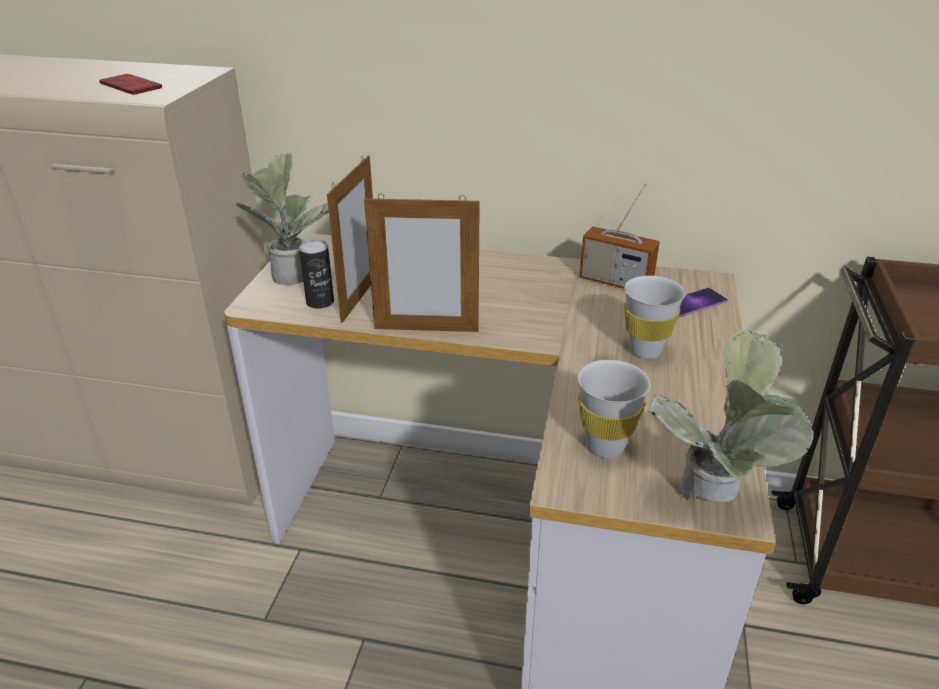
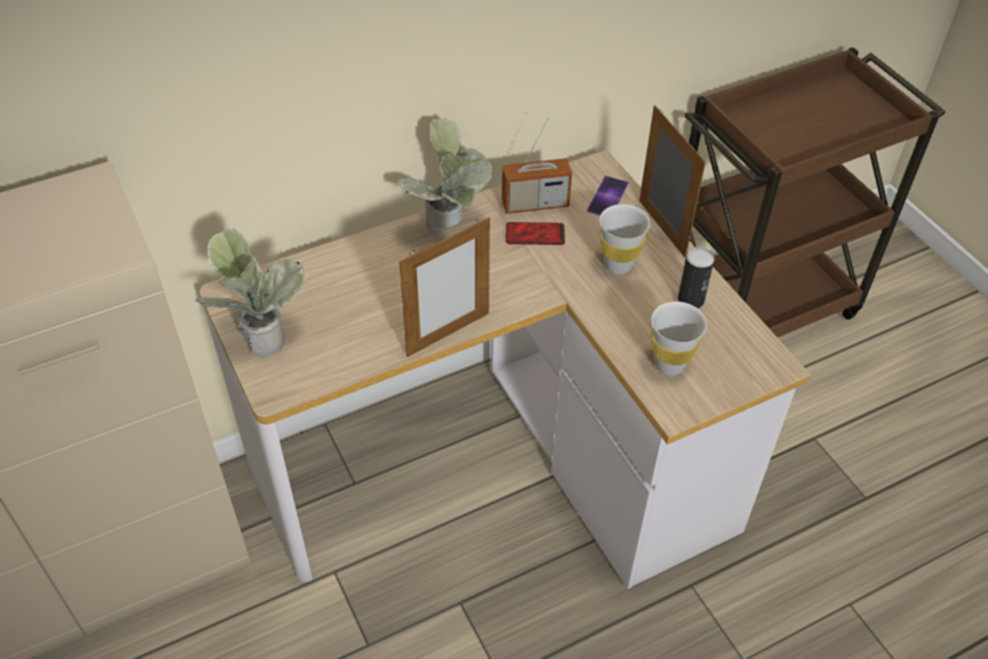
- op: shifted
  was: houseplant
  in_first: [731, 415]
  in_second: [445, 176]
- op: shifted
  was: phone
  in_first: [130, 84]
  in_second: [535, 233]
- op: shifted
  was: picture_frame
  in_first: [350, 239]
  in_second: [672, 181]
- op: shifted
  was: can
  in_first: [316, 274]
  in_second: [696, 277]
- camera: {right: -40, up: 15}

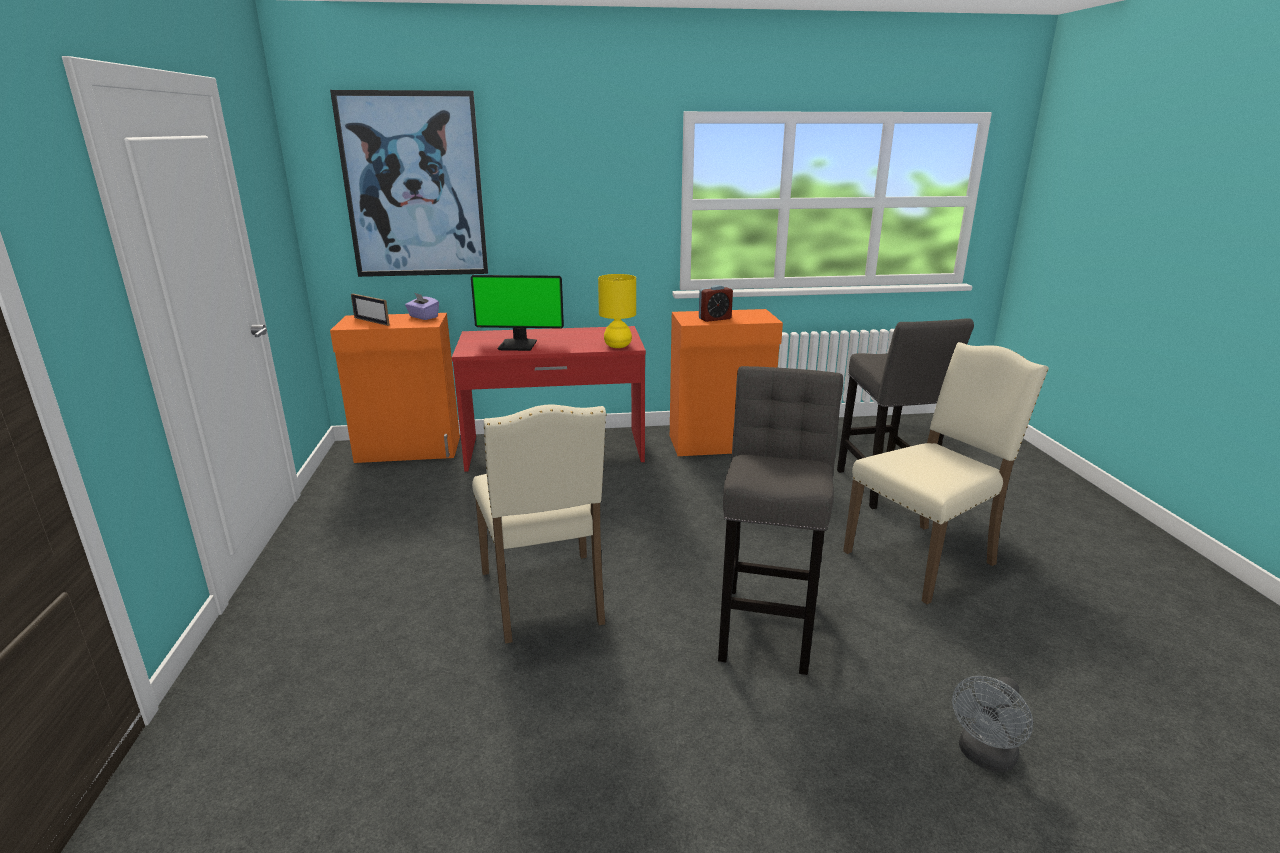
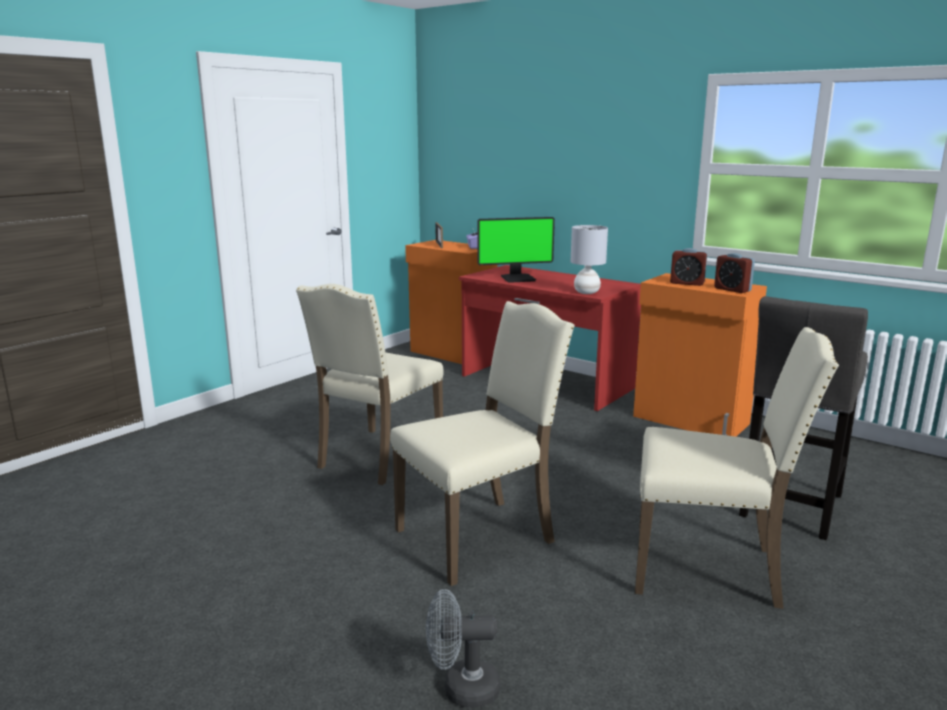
- op: swapped
  was: greyish_stool_seat
  now: beige_upright_chair
  in_first: [780, 520]
  in_second: [482, 443]
- op: rotated
  was: computer_display
  in_first: [517, 313]
  in_second: [516, 250]
  clockwise: -60
- op: repainted
  was: yellow-coloured_table_lamp
  now: greyish_table_lamp
  in_first: [617, 311]
  in_second: [589, 259]
- op: new
  now: table_clock
  in_second: [734, 273]
- op: gone
  was: wall_picture
  in_first: [409, 183]
- camera: {right: 45, up: -5}

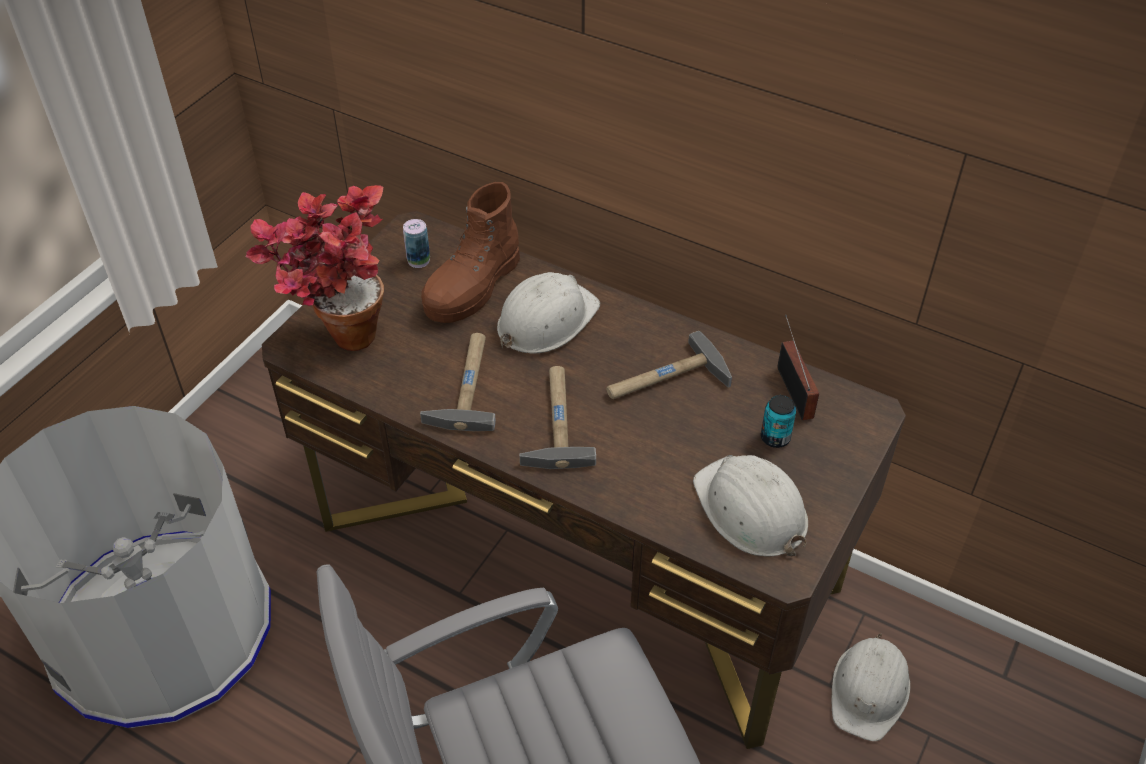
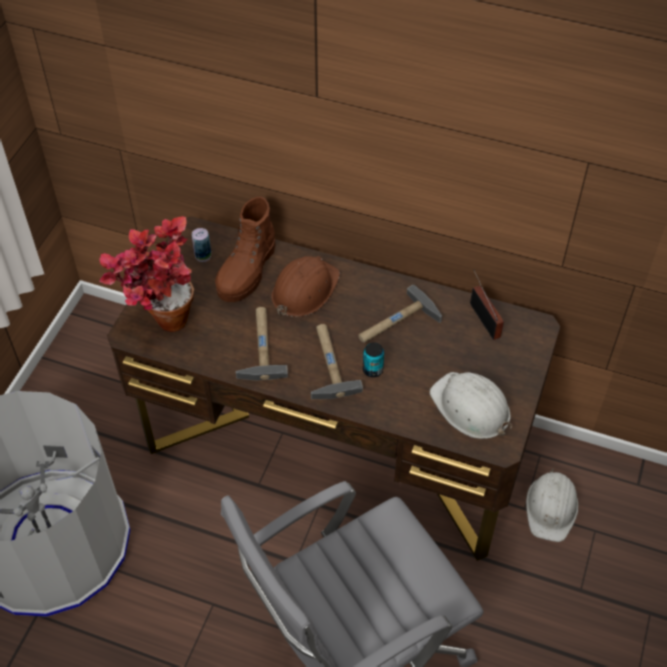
- op: repainted
  was: white-coloured_hard_hat
  now: brown-coloured_hard_hat
  in_first: [548, 312]
  in_second: [306, 286]
- op: shifted
  was: can
  in_first: [778, 421]
  in_second: [373, 359]
- camera: {right: -10, up: 5}

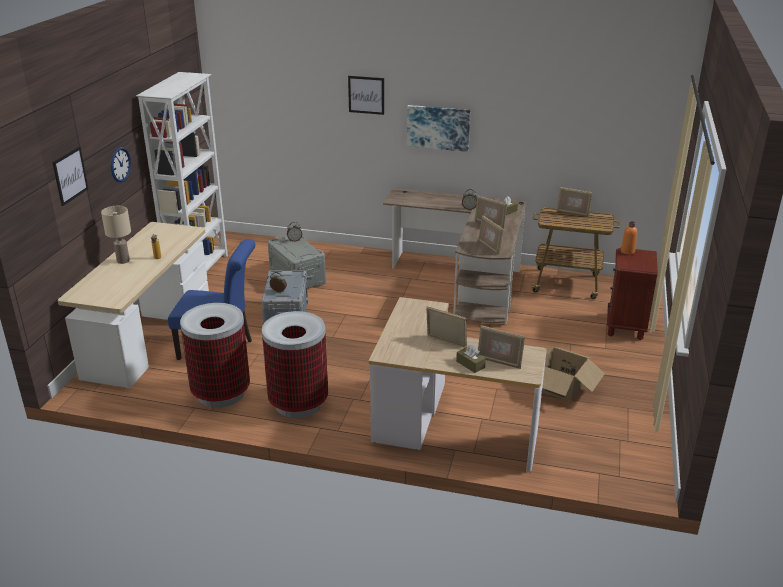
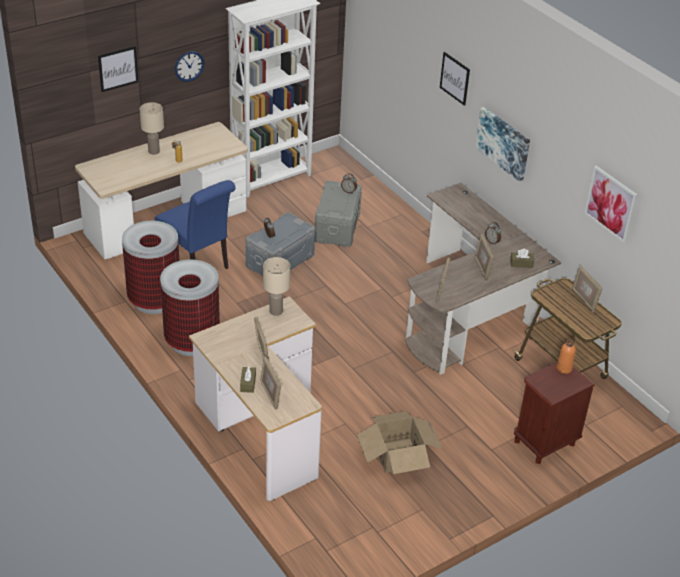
- op: new
  now: beige_table_lamp
  in_second: [276, 286]
- op: new
  now: wall_picture
  in_second: [611, 204]
- camera: {right: 40, up: 10}

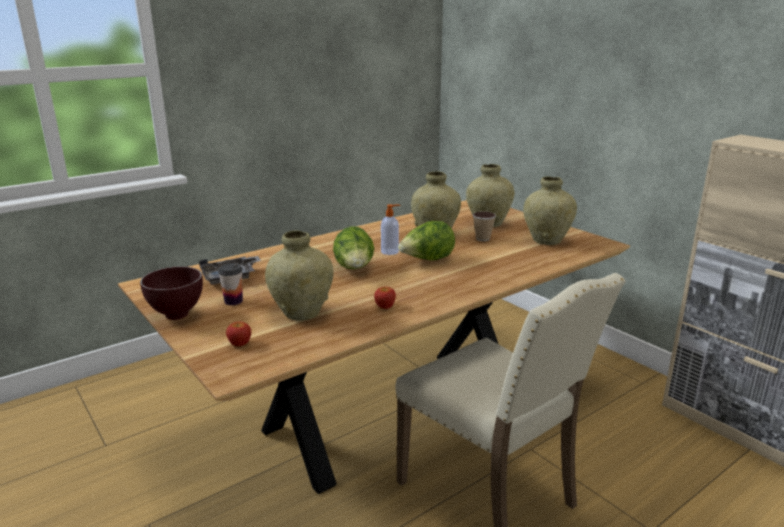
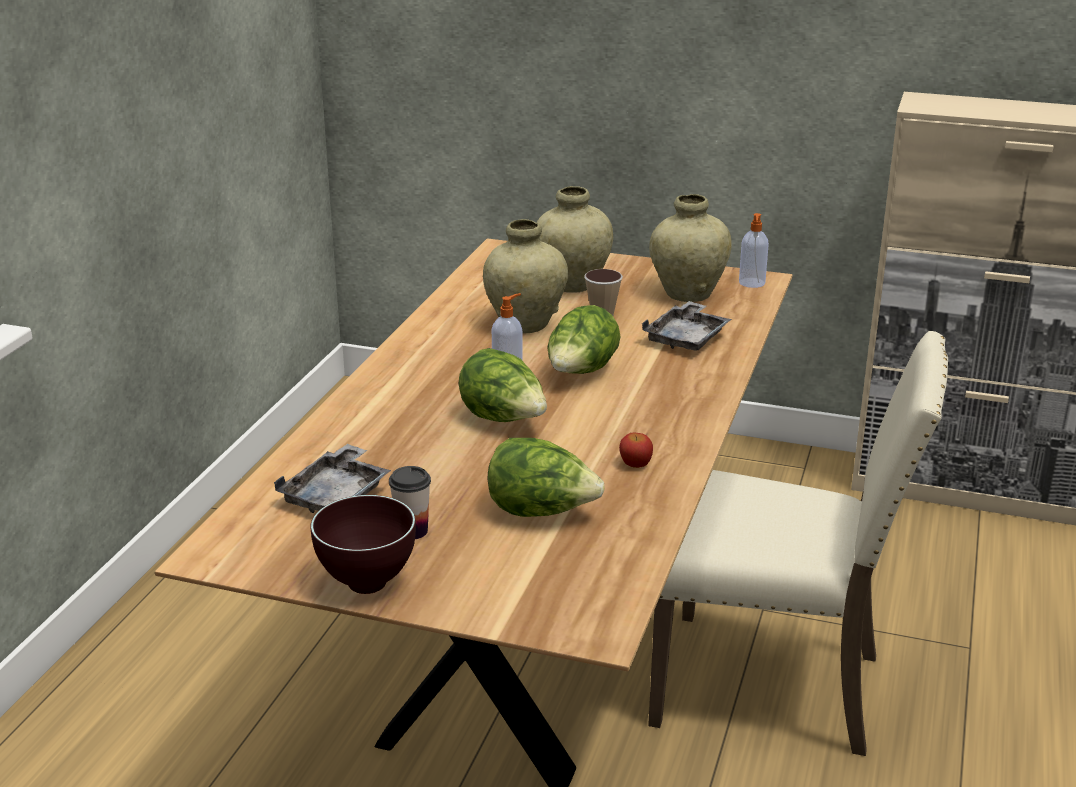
- op: swapped
  was: beige_flower_vase
  now: lettuce_head
  in_first: [299, 276]
  in_second: [546, 477]
- op: new
  now: greyish_carrying_tray
  in_second: [687, 326]
- op: new
  now: liquid_soap_bottle
  in_second: [754, 250]
- op: gone
  was: apple
  in_first: [238, 334]
- camera: {right: -35, up: 5}

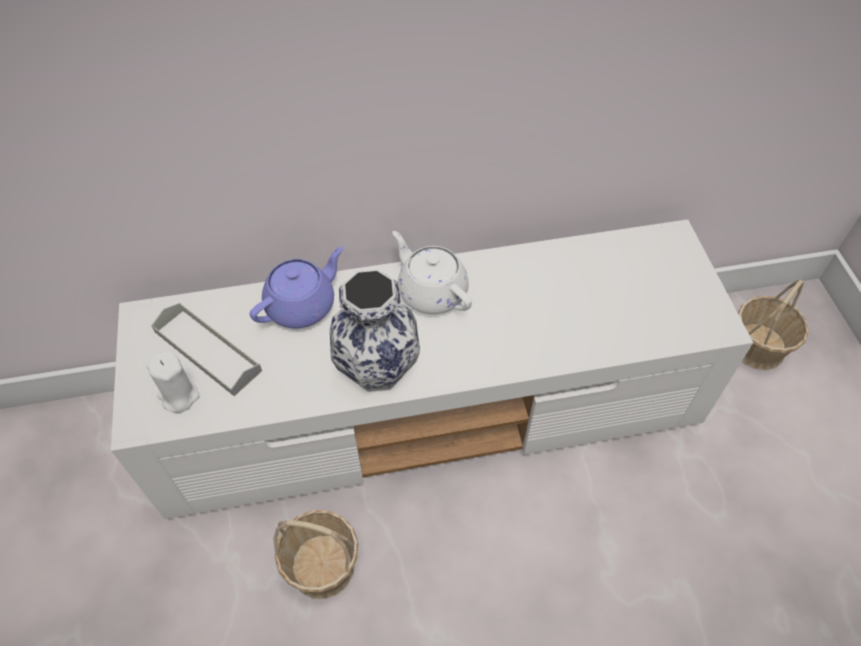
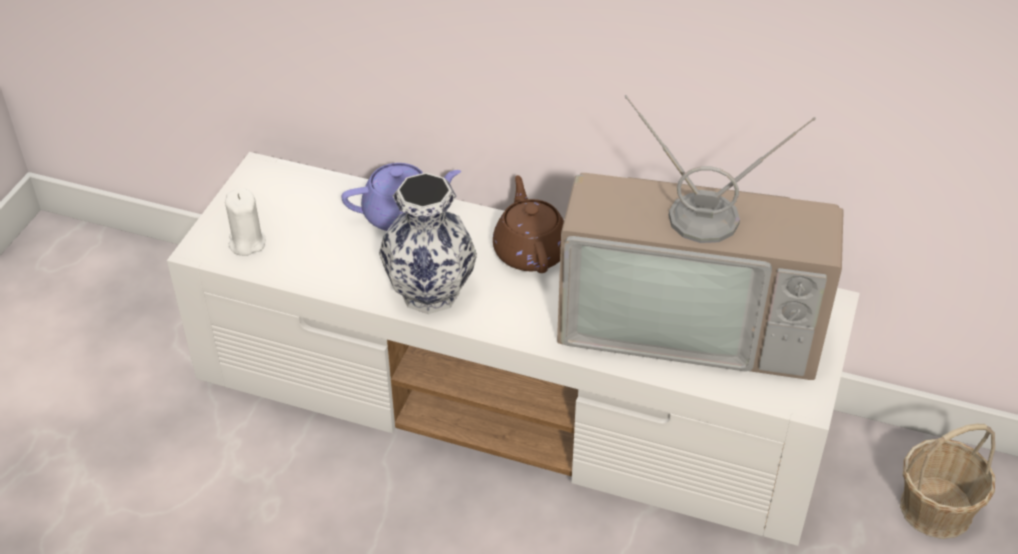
- op: repainted
  was: white-coloured_tea_pot
  now: brown-coloured_tea_pot
  in_first: [432, 272]
  in_second: [528, 224]
- op: new
  now: TV_set
  in_second: [700, 237]
- op: gone
  was: greyish_carrying_tray
  in_first: [206, 349]
- op: gone
  was: storage_basket
  in_first: [316, 554]
- camera: {right: 30, up: -10}

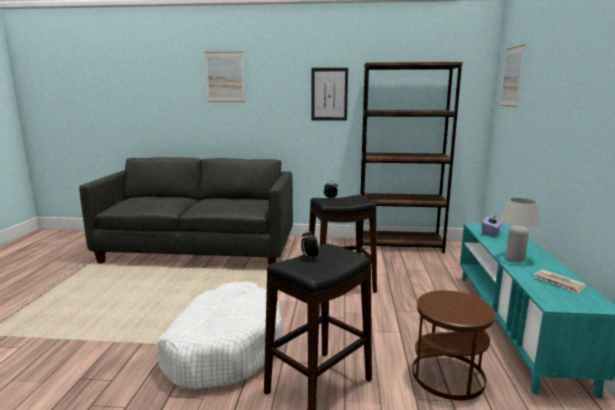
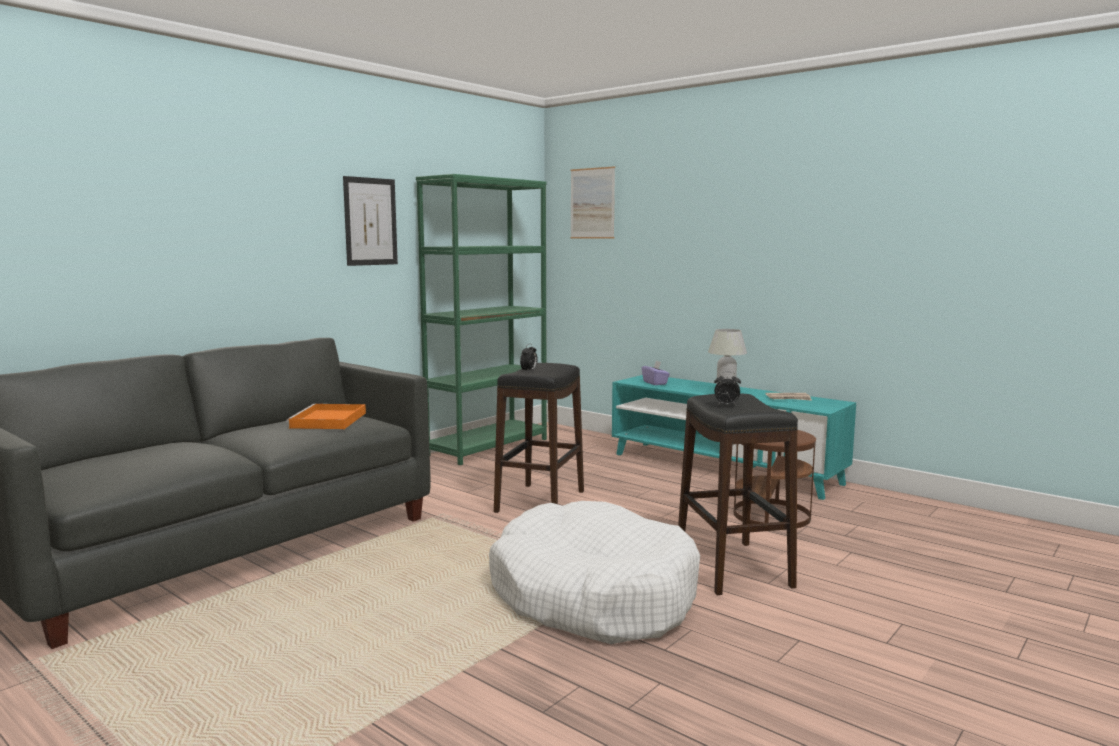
- op: new
  now: orange-coloured_carrying_tray
  in_second: [326, 416]
- op: repainted
  was: brown-coloured_bookshelf
  now: green-coloured_bookshelf
  in_first: [411, 157]
  in_second: [481, 319]
- op: gone
  was: wall_picture
  in_first: [225, 77]
- camera: {right: -55, up: -5}

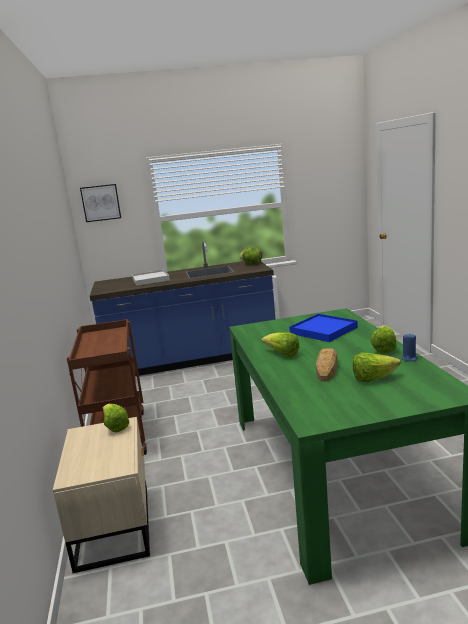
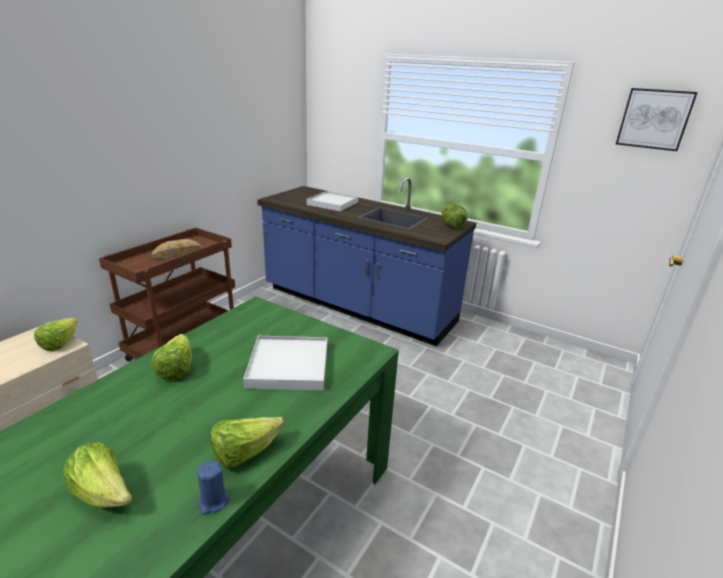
- op: shifted
  was: bread
  in_first: [327, 365]
  in_second: [177, 249]
- op: repainted
  was: bluish_carrying_tray
  now: white-coloured_carrying_tray
  in_first: [323, 328]
  in_second: [285, 363]
- op: shifted
  was: wall_picture
  in_first: [100, 203]
  in_second: [657, 119]
- camera: {right: 40, up: 10}

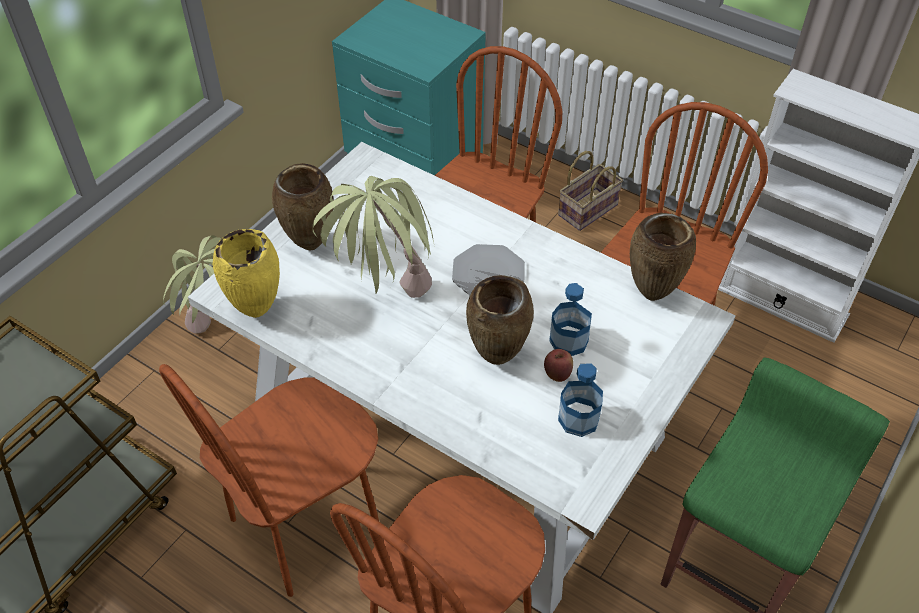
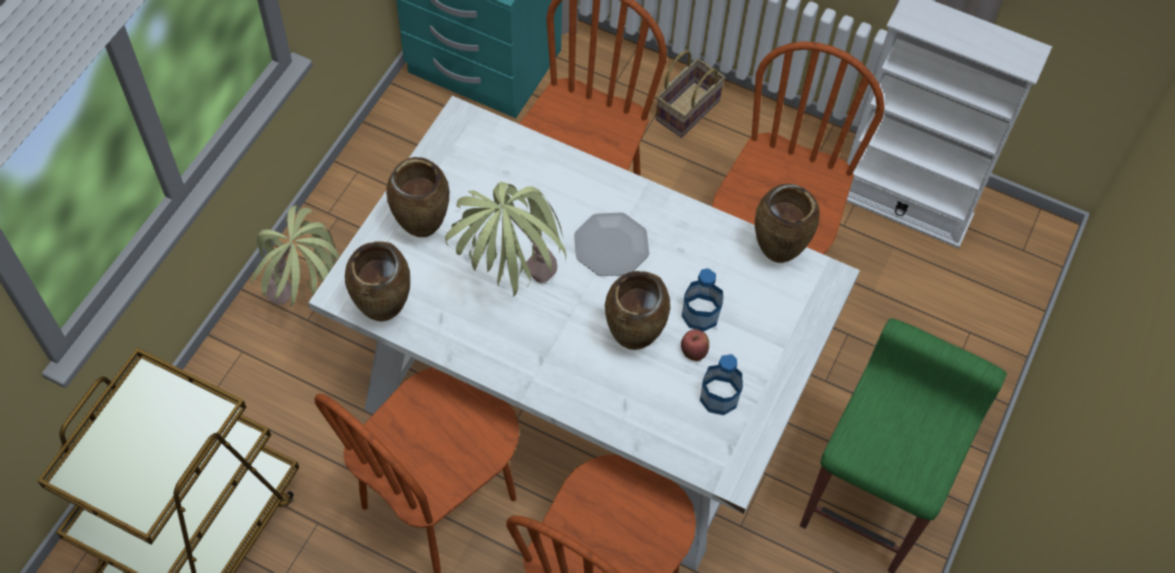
- op: repainted
  was: yellow-coloured_flower_vase
  now: brown-coloured_flower_vase
  in_first: [246, 273]
  in_second: [377, 281]
- camera: {right: -10, up: 10}

